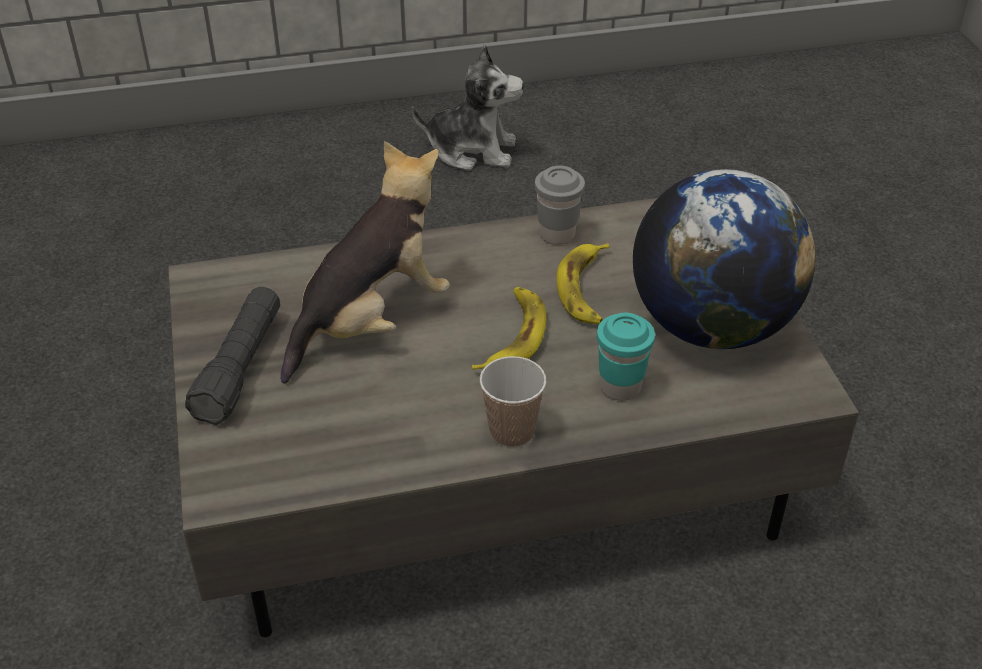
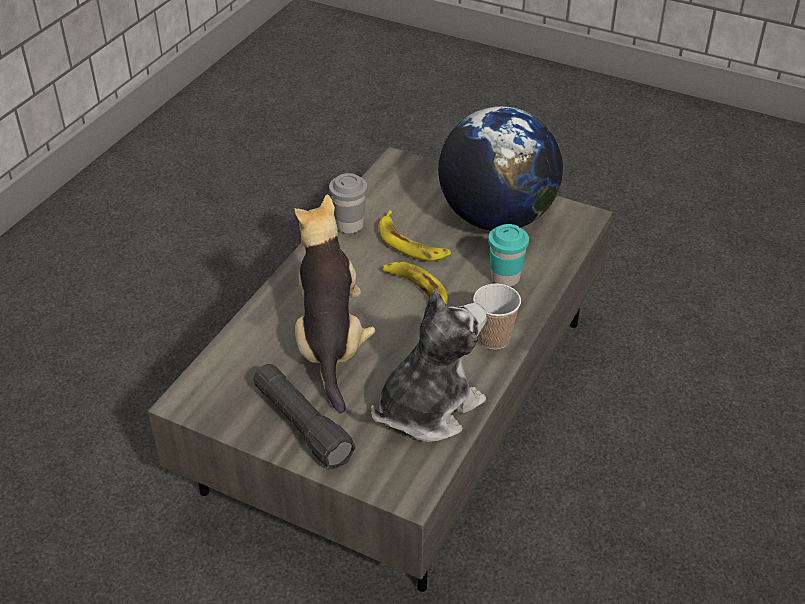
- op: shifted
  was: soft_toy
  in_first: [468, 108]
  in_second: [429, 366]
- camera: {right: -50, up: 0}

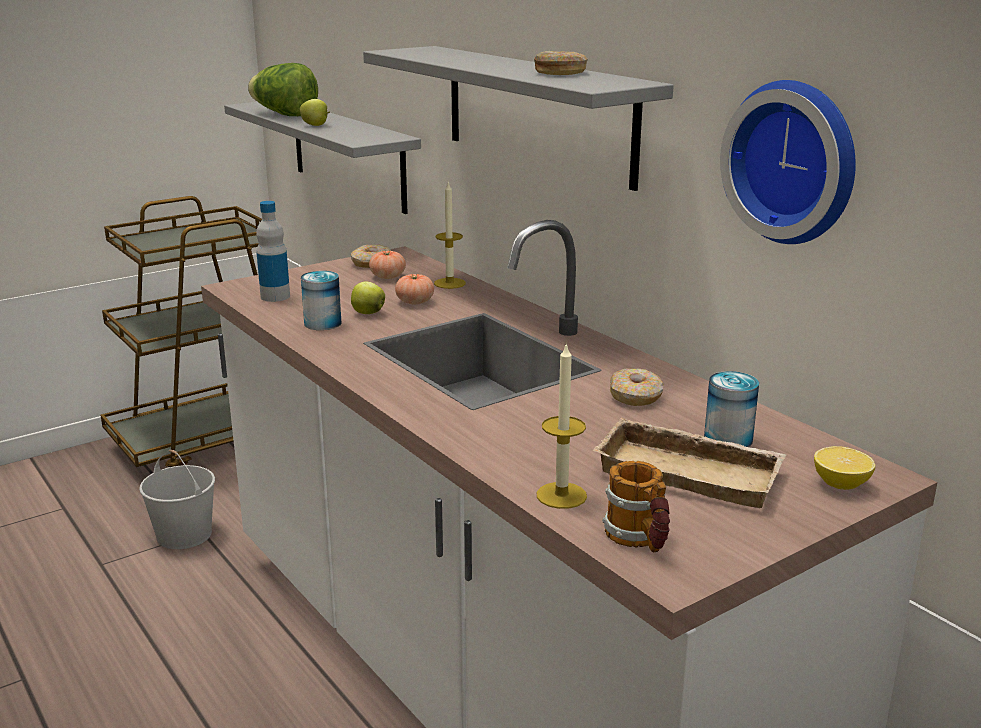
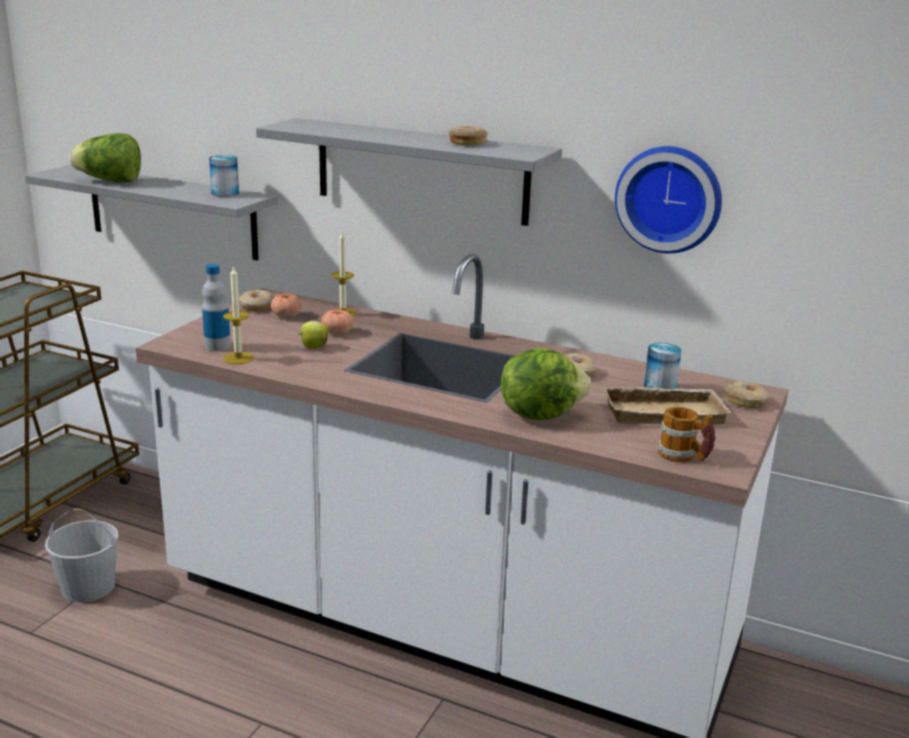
- op: shifted
  was: can
  in_first: [321, 300]
  in_second: [224, 176]
- op: shifted
  was: wax_light
  in_first: [561, 425]
  in_second: [238, 315]
- op: new
  now: lettuce_head
  in_second: [546, 384]
- op: swapped
  was: lemon
  now: doughnut
  in_first: [844, 468]
  in_second: [747, 394]
- op: gone
  was: apple
  in_first: [315, 112]
- camera: {right: -30, up: 0}

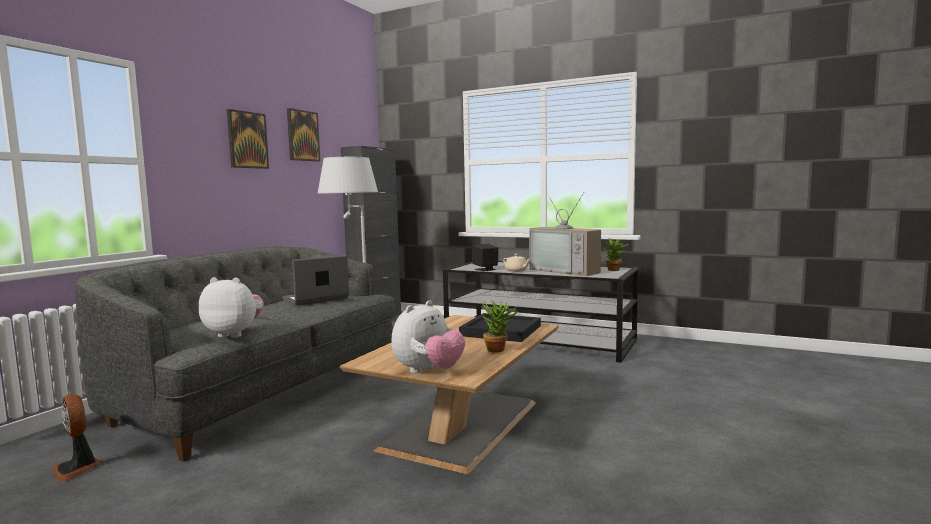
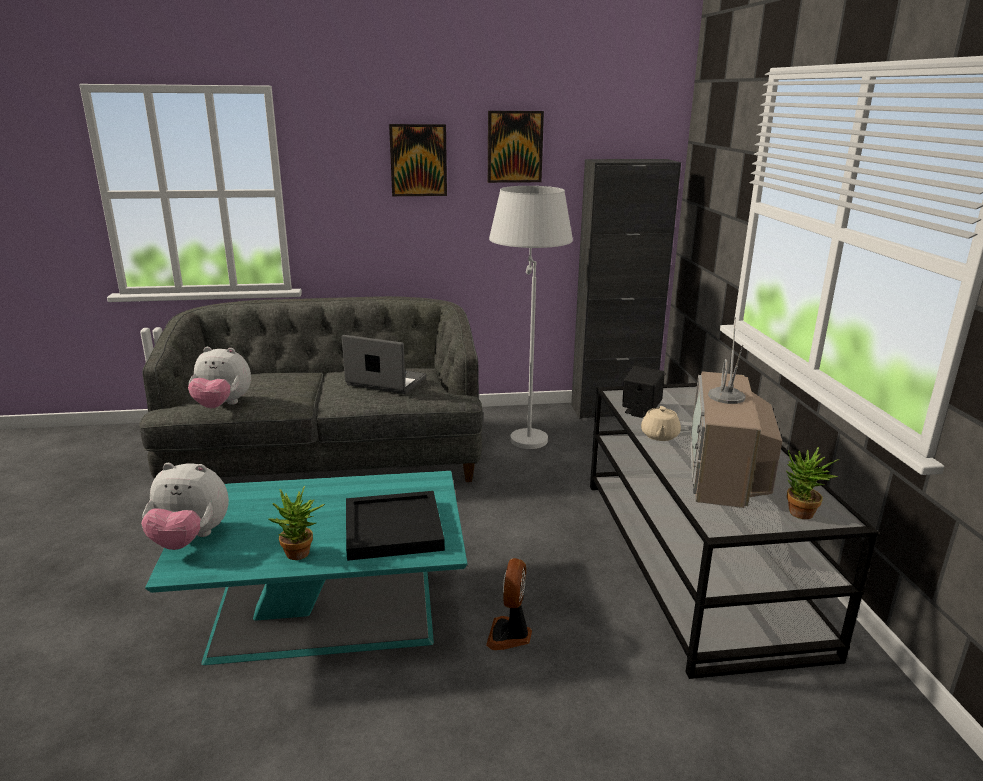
- op: repainted
  was: brown-coloured_lounge_table
  now: turquoise_lounge_table
  in_first: [449, 394]
  in_second: [306, 568]
- op: rotated
  was: soft_toy
  in_first: [231, 307]
  in_second: [219, 377]
  clockwise: 120
- op: shifted
  was: fan
  in_first: [76, 438]
  in_second: [509, 604]
- camera: {right: 55, up: 15}

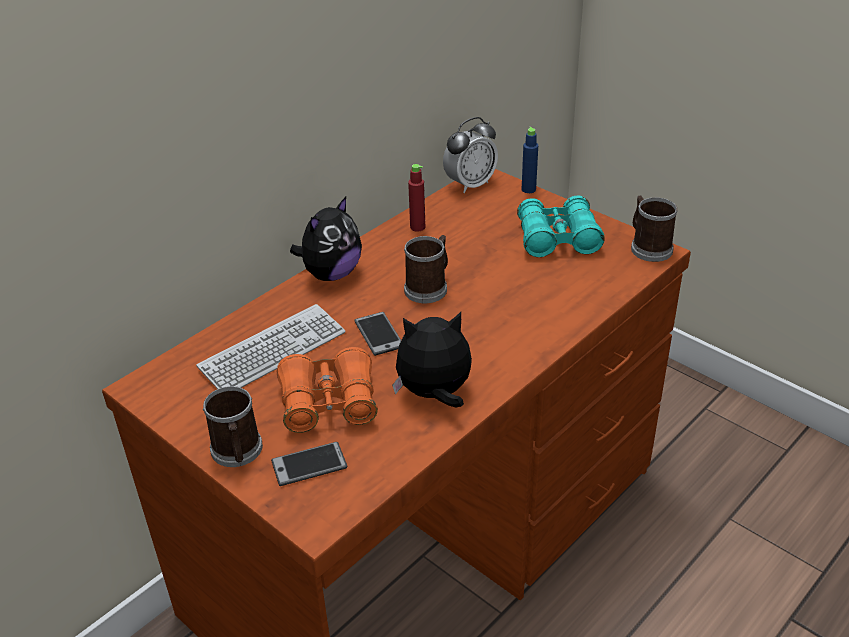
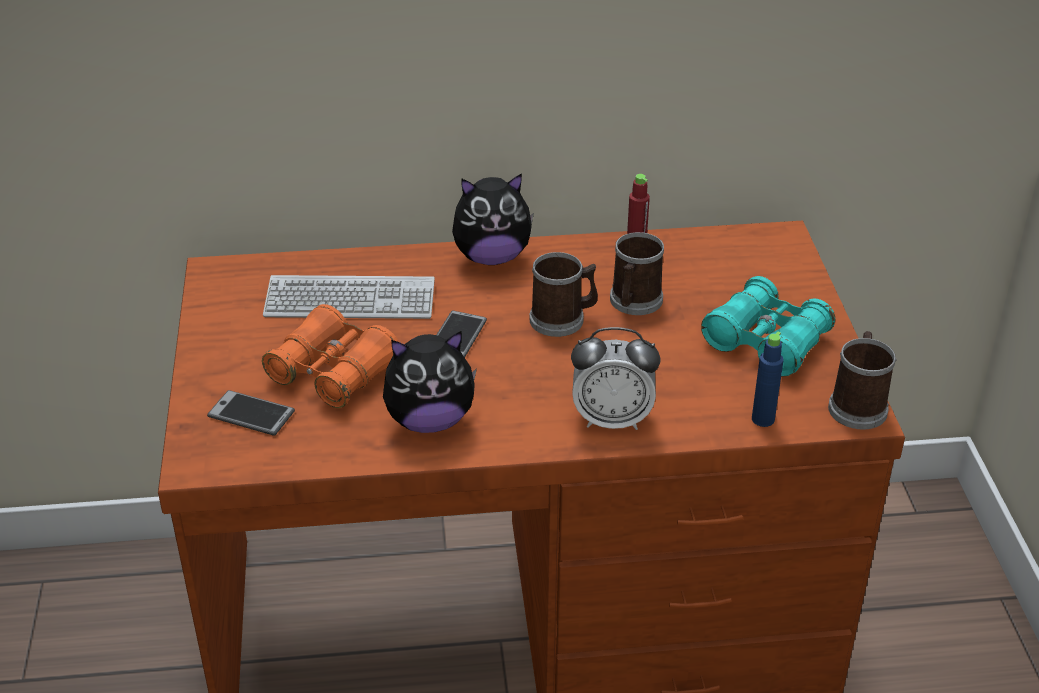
- op: rotated
  was: soft_toy
  in_first: [432, 360]
  in_second: [430, 382]
  clockwise: 135
- op: shifted
  was: table_clock
  in_first: [470, 155]
  in_second: [615, 378]
- op: shifted
  was: tea_mug
  in_first: [233, 426]
  in_second: [637, 273]
- op: shifted
  was: bluish_bottle
  in_first: [530, 160]
  in_second: [767, 379]
- camera: {right: 40, up: 0}

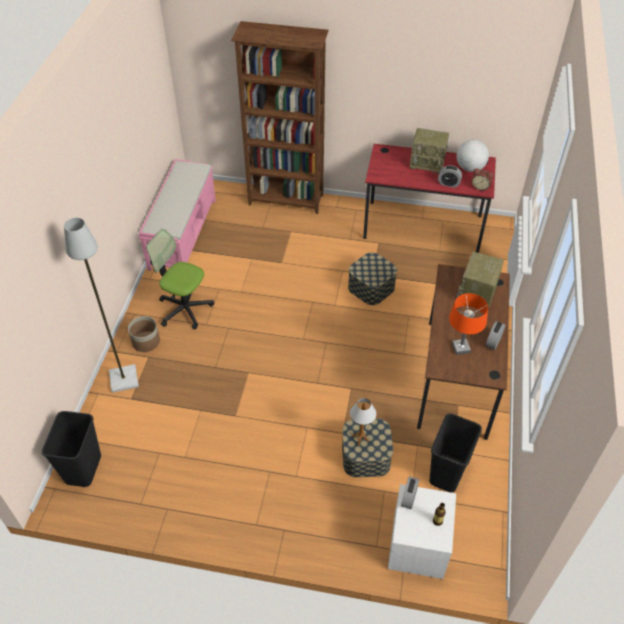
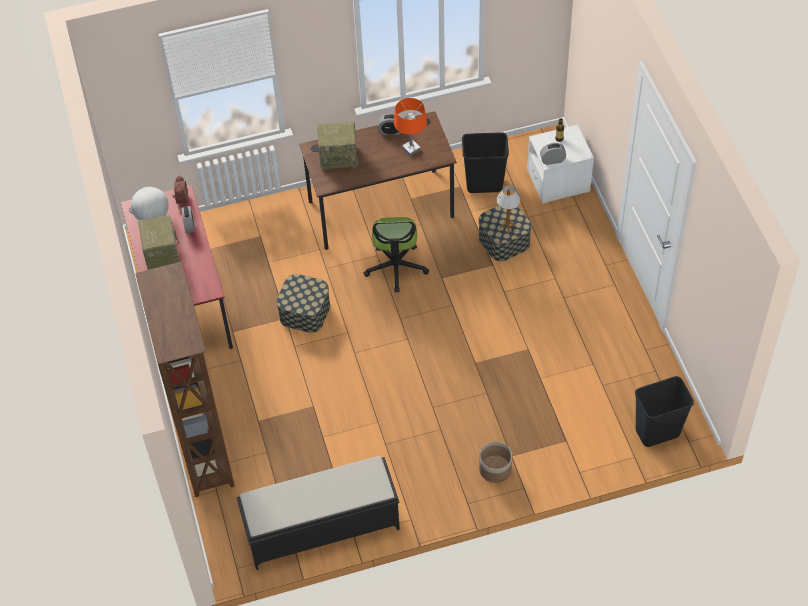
- op: repainted
  was: pink-coloured_indoor_bench
  now: blackish_indoor_bench
  in_first: [177, 215]
  in_second: [318, 513]
- op: shifted
  was: computer_chair
  in_first: [180, 279]
  in_second: [396, 255]
- op: gone
  was: greyish_standing_lamp
  in_first: [101, 305]
- camera: {right: -115, up: 5}

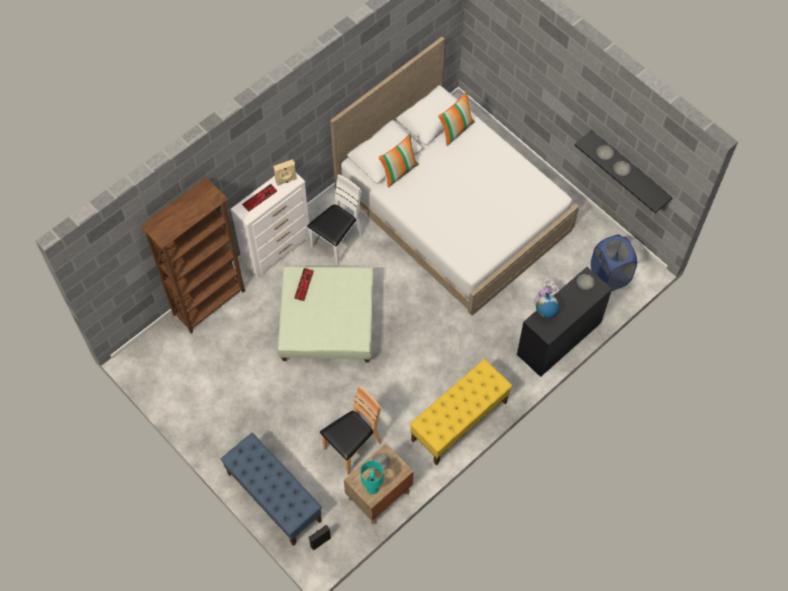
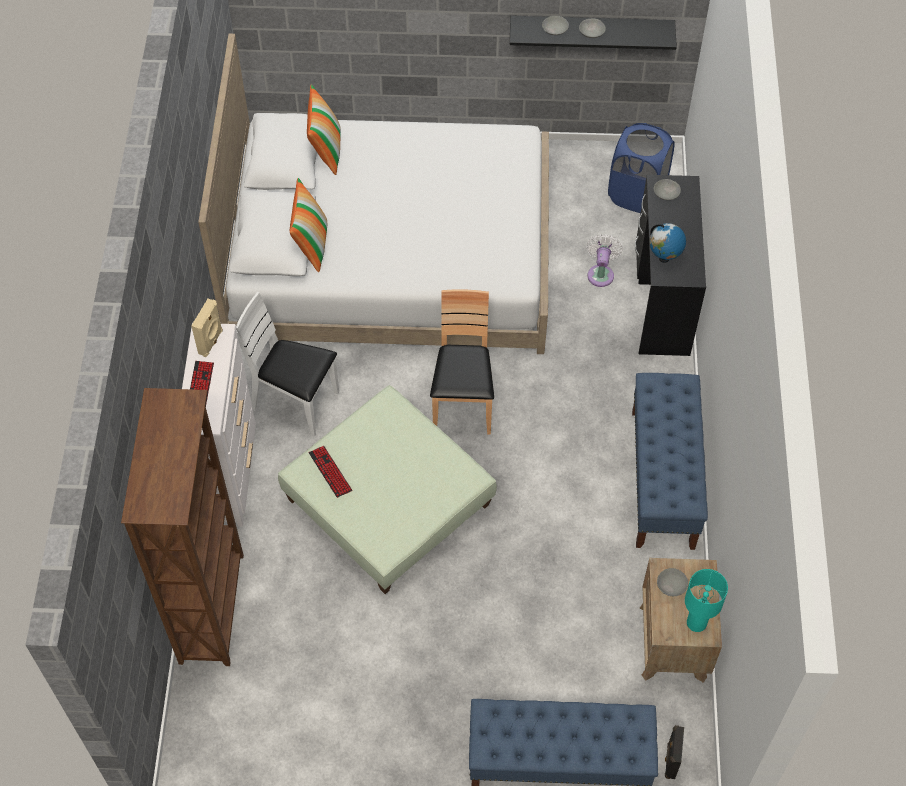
- op: rotated
  was: white-coloured_upright_chair
  in_first: [335, 220]
  in_second: [287, 364]
  clockwise: -60
- op: shifted
  was: brown-coloured_upright_chair
  in_first: [351, 430]
  in_second: [462, 361]
- op: repainted
  was: yellow-coloured_indoor_bench
  now: bluish_indoor_bench
  in_first: [461, 412]
  in_second: [670, 461]
- camera: {right: -45, up: -5}

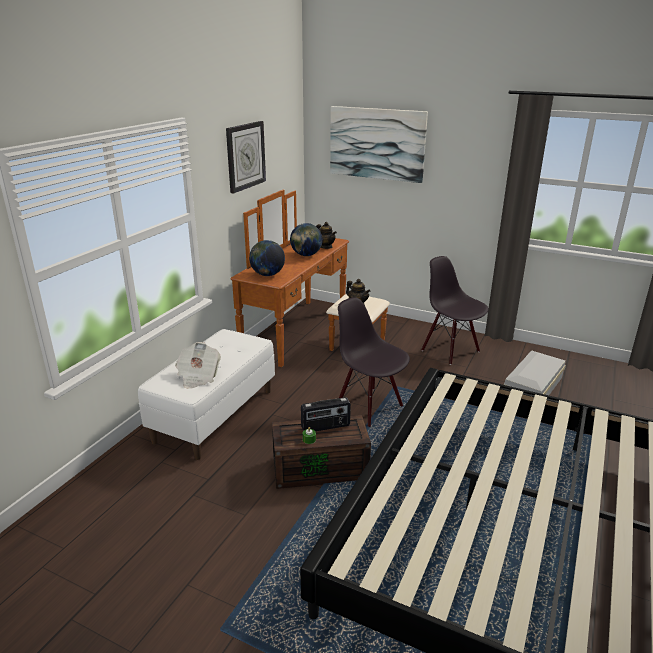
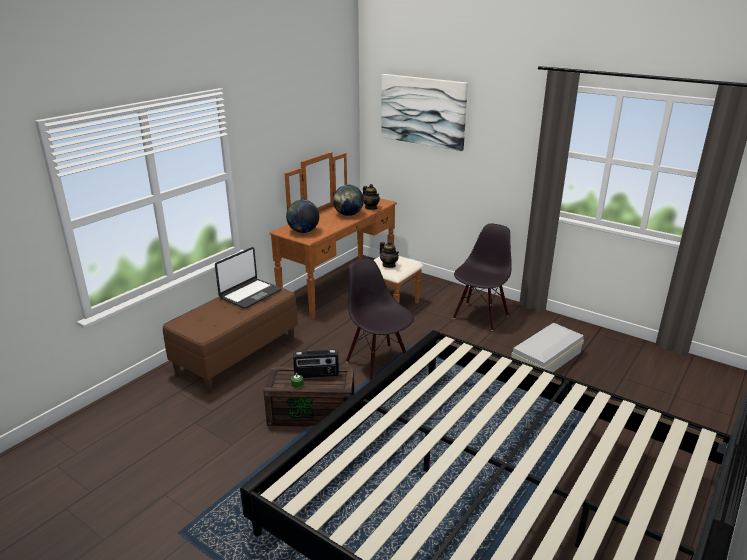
- op: repainted
  was: white-coloured_indoor_bench
  now: brown-coloured_indoor_bench
  in_first: [206, 394]
  in_second: [230, 339]
- op: new
  now: notebook_computer
  in_second: [248, 277]
- op: rotated
  was: blackish_upright_chair
  in_first: [454, 310]
  in_second: [482, 277]
  clockwise: 60
- op: gone
  was: daily_paper
  in_first: [198, 365]
- op: gone
  was: wall_clock
  in_first: [246, 157]
- camera: {right: 10, up: 0}

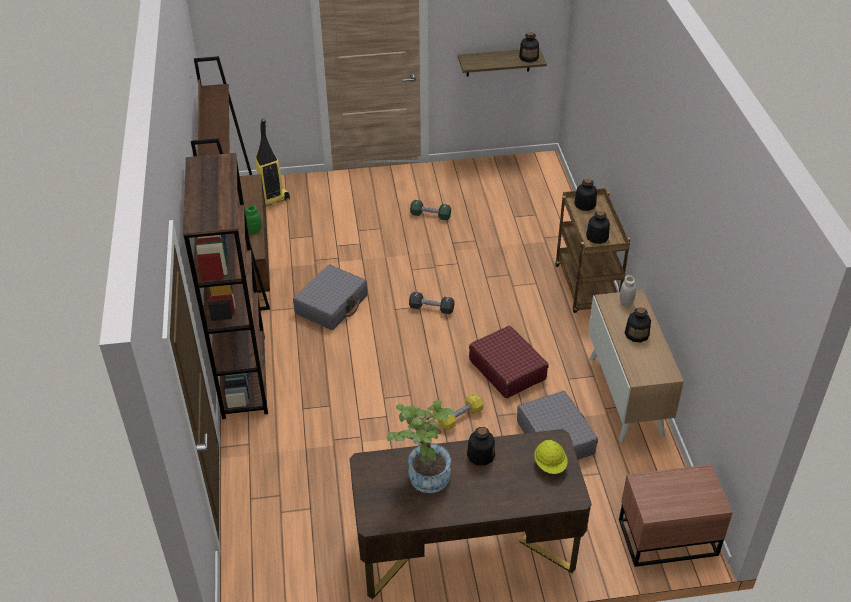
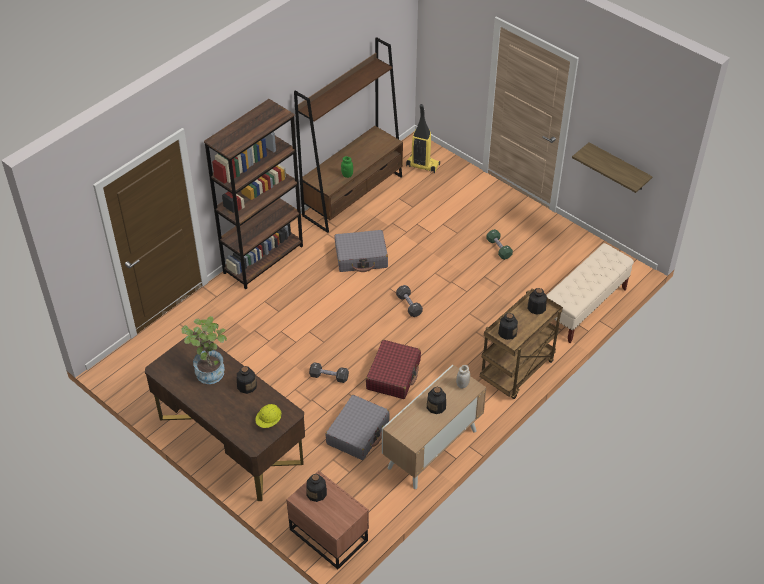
- op: shifted
  was: bottle
  in_first: [529, 47]
  in_second: [316, 488]
- op: repainted
  was: yellow-coloured_hand_weight
  now: blackish_hand_weight
  in_first: [461, 411]
  in_second: [329, 372]
- op: new
  now: beige_indoor_bench
  in_second: [590, 293]
- camera: {right: 50, up: 5}

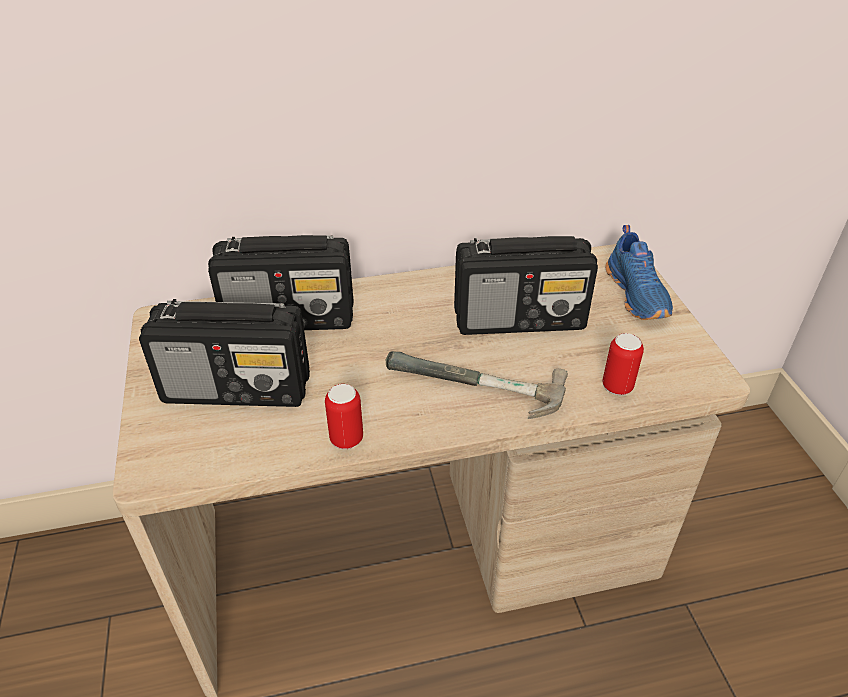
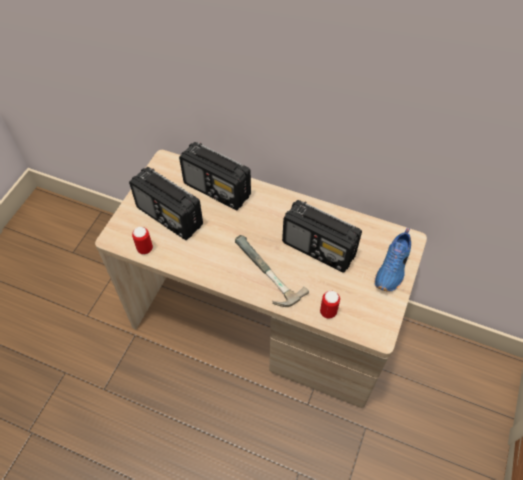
- op: shifted
  was: can
  in_first: [344, 416]
  in_second: [142, 240]
- camera: {right: 35, up: 15}

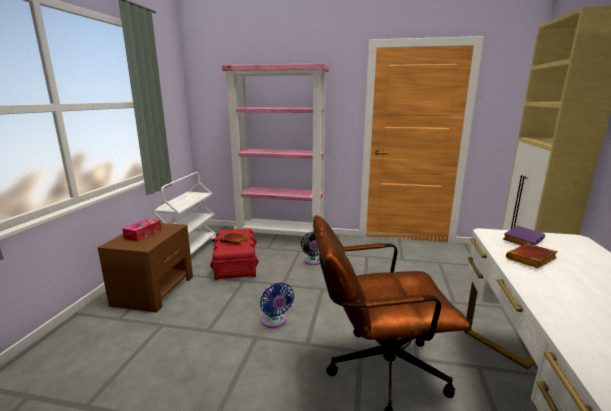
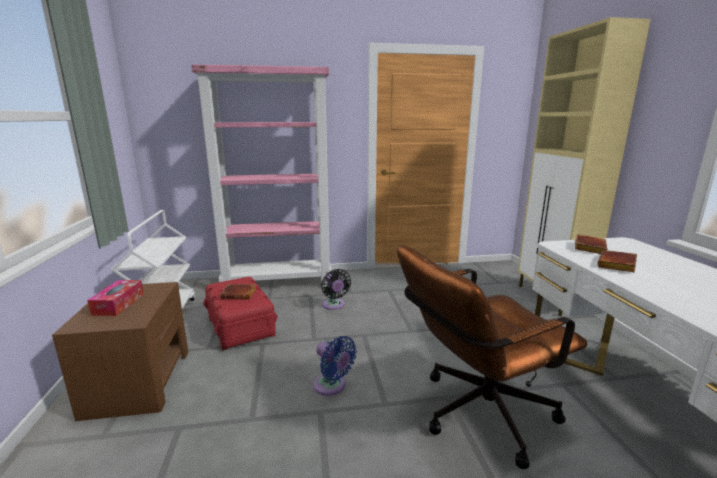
- op: repainted
  was: purple_volume
  now: brown-coloured_volume
  in_first: [524, 236]
  in_second: [591, 244]
- camera: {right: -20, up: 0}

